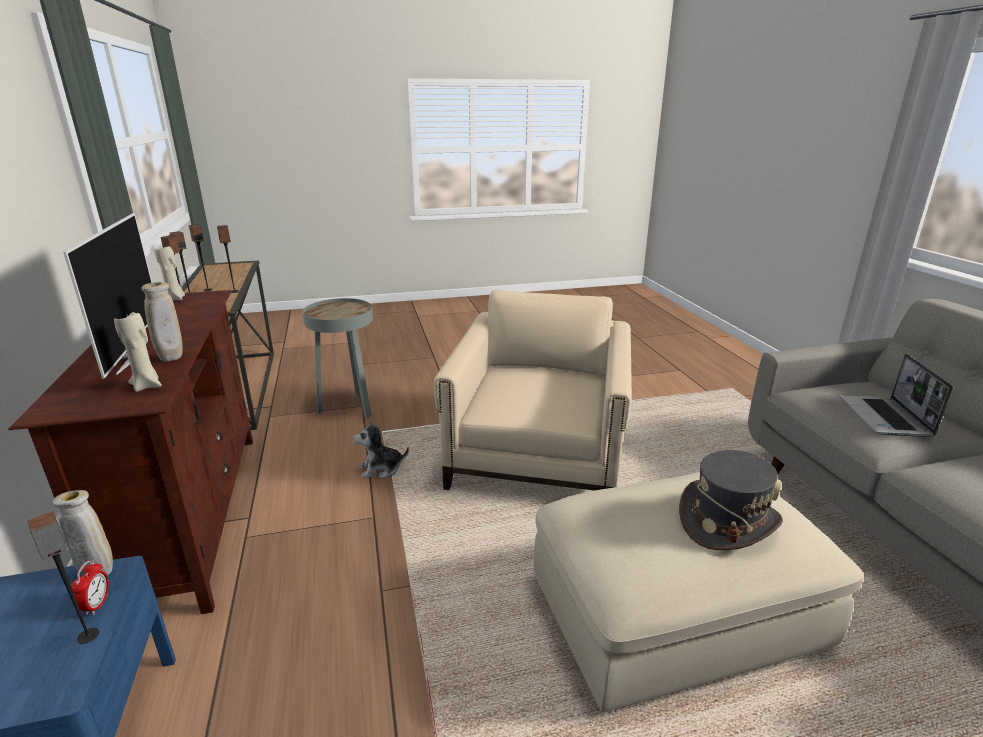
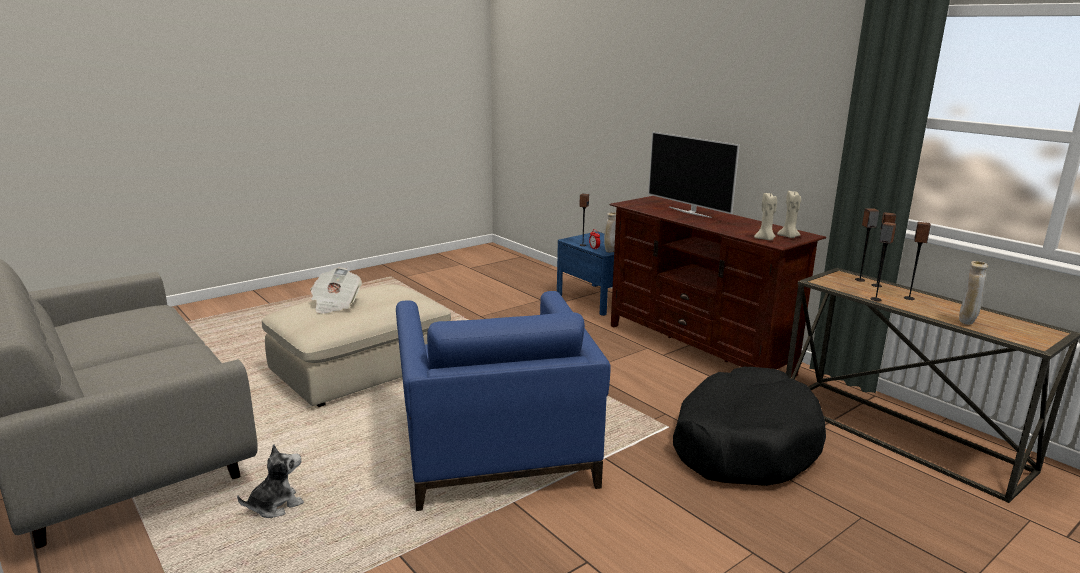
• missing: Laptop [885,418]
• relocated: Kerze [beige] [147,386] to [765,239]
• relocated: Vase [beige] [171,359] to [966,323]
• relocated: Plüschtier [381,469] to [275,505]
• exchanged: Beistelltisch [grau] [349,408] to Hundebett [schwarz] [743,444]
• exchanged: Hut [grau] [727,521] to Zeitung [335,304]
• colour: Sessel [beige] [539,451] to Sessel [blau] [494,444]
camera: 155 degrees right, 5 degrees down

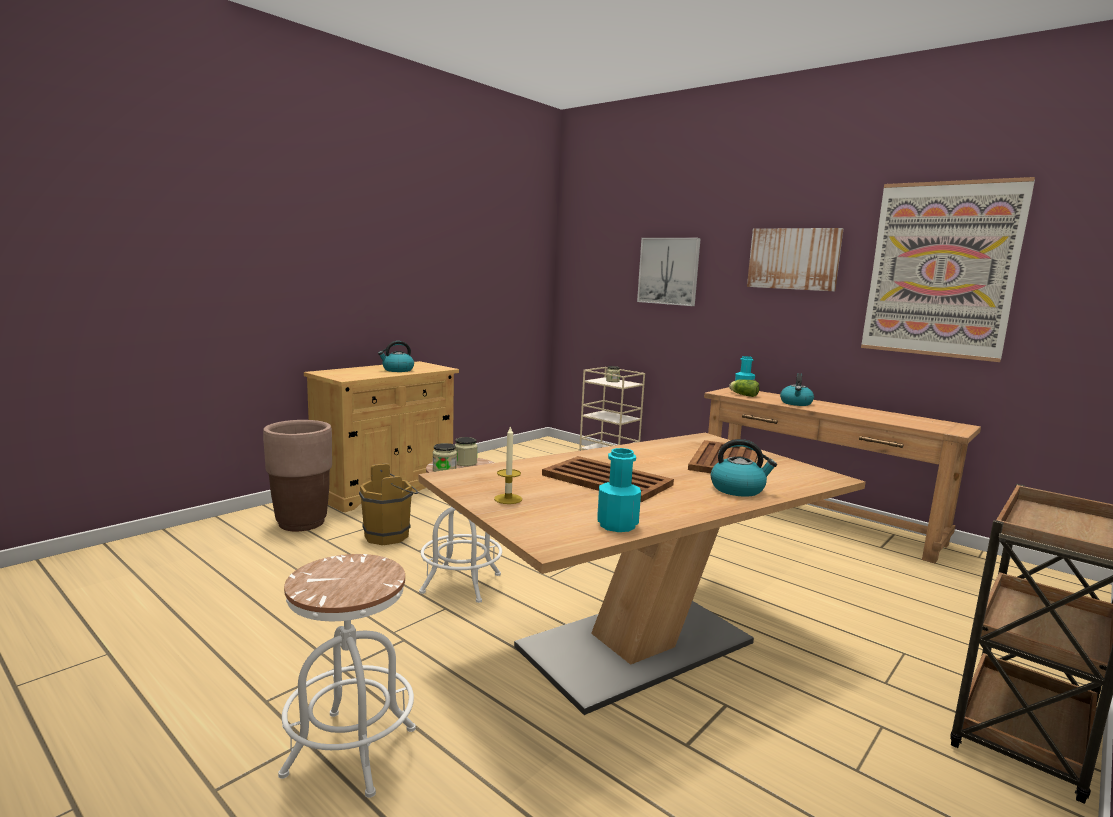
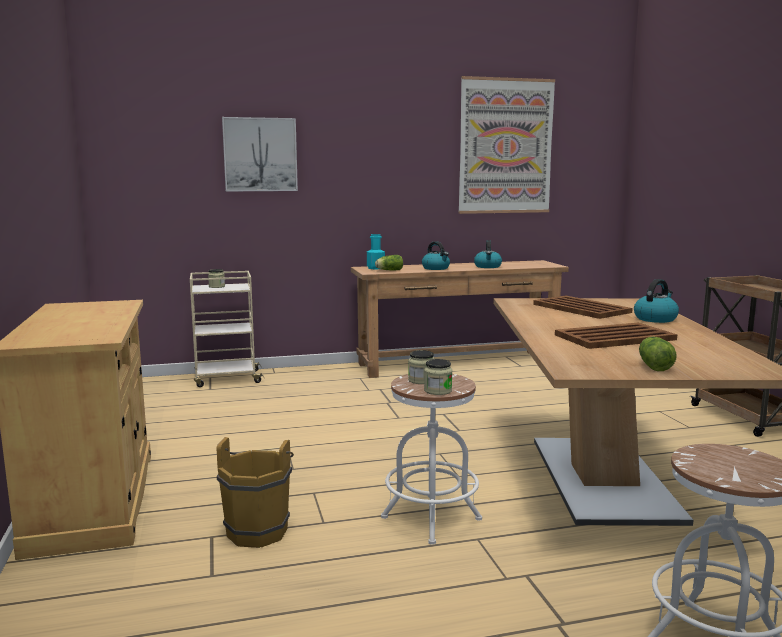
• missing: Pflanzkübel [braun] [301,523]
• missing: Flasche [türkis] [617,525]
• missing: Bild [793,259]
• relocated: Wasserkessel [397,370] to [488,266]
• exchanged: Kerze [508,499] to Salatkopf [654,365]
camera: 55 degrees left, 0 degrees up

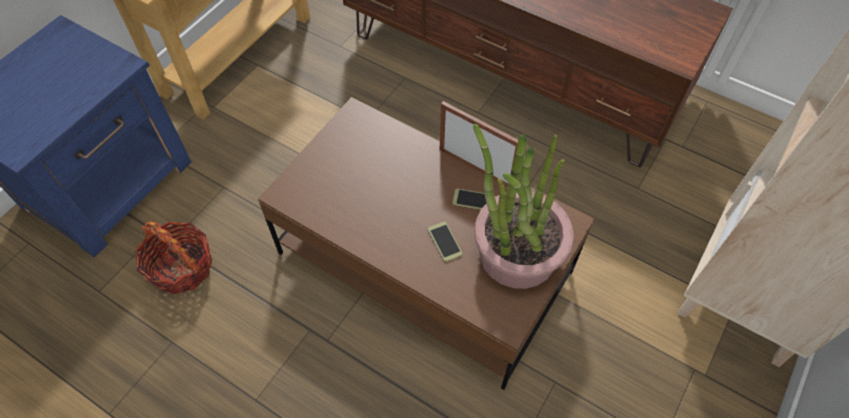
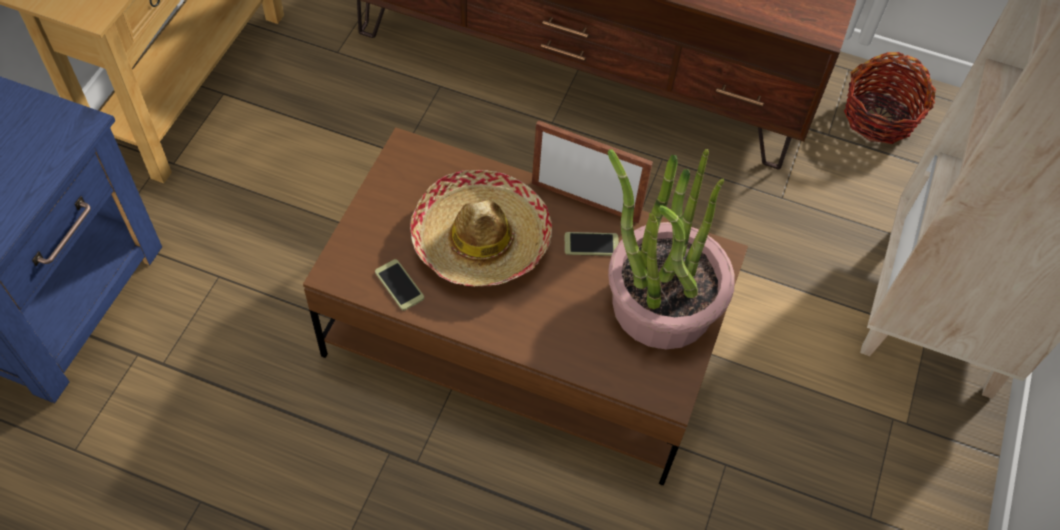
• appeared: Hut [481,239]
• relocated: Korb [182,267] to [879,117]
• relocated: Handy [445,242] to [399,285]
camera: 15 degrees left, 0 degrees up

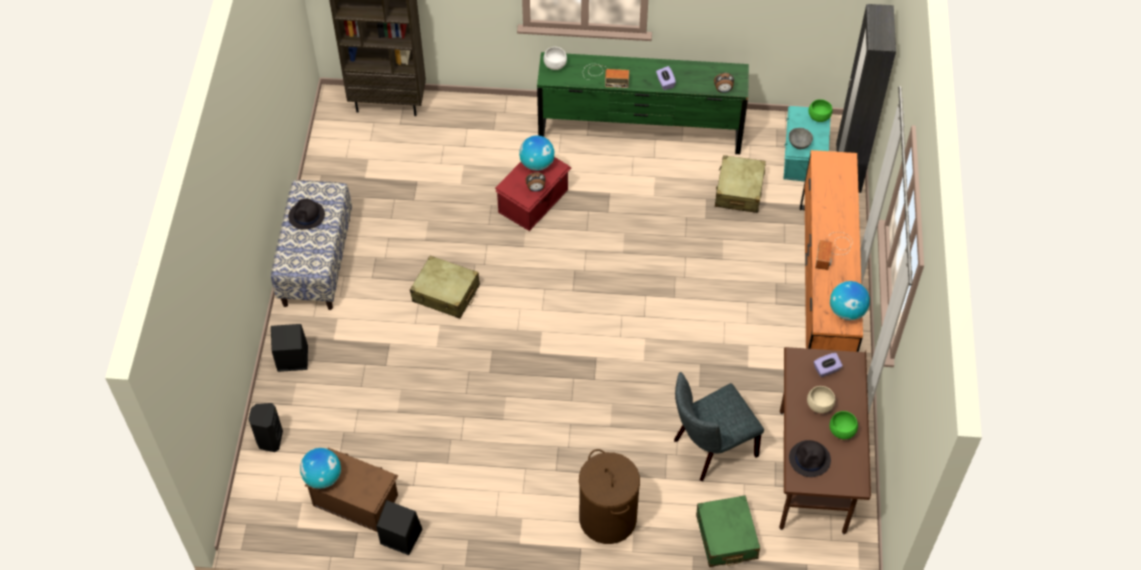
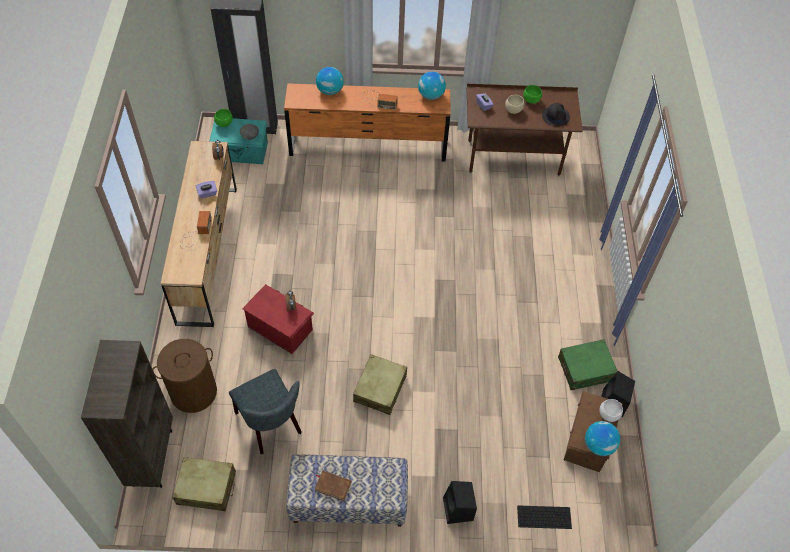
• relocated: Globus [537,164] to [330,91]
• relocated: Schüssel [weiß] [555,65] to [608,414]
• relocated: Wäschekorb [braun] [607,518] to [193,392]
• relocated: Stuhl [grau] [710,449] to [271,425]
• relocated: Koffer [grün] [726,537] to [585,369]
• relocated: Koffer [beige] [739,191] to [206,488]
• exchanged: Lautsprecher [schwarz] [269,440] to Tastatur [543,517]
• exchanged: Hut [schwarz] [307,216] to Buch [braun] [333,486]
• colour: Kommode [grün] [640,132] to Kommode [braun] [208,253]
camera: 95 degrees left, 0 degrees up

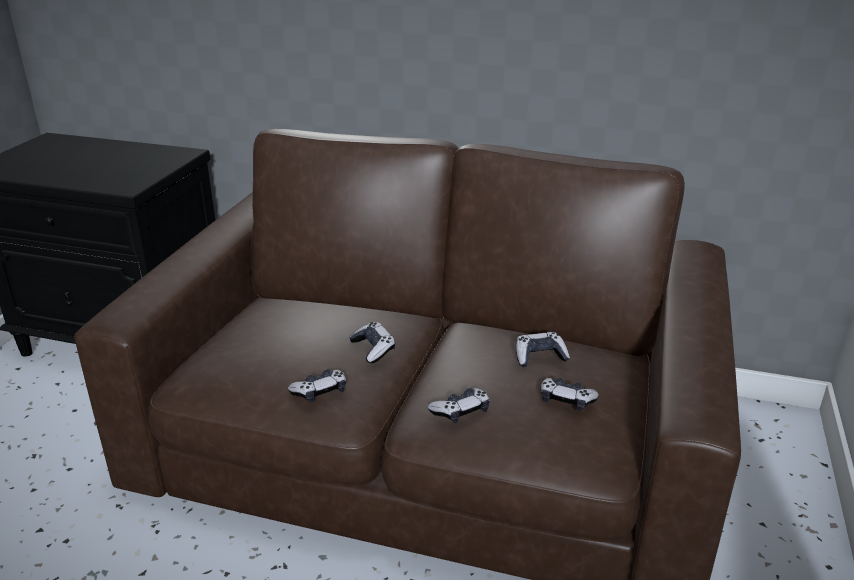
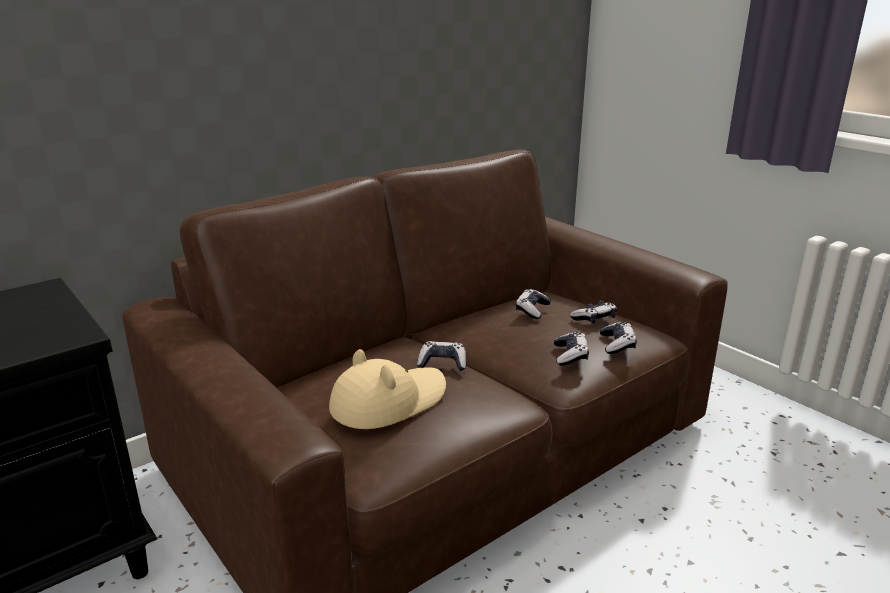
• appeared: Hut [beige] [388,401]
• relocated: Gamepad [320,392] to [617,344]
camera: 55 degrees left, 5 degrees down

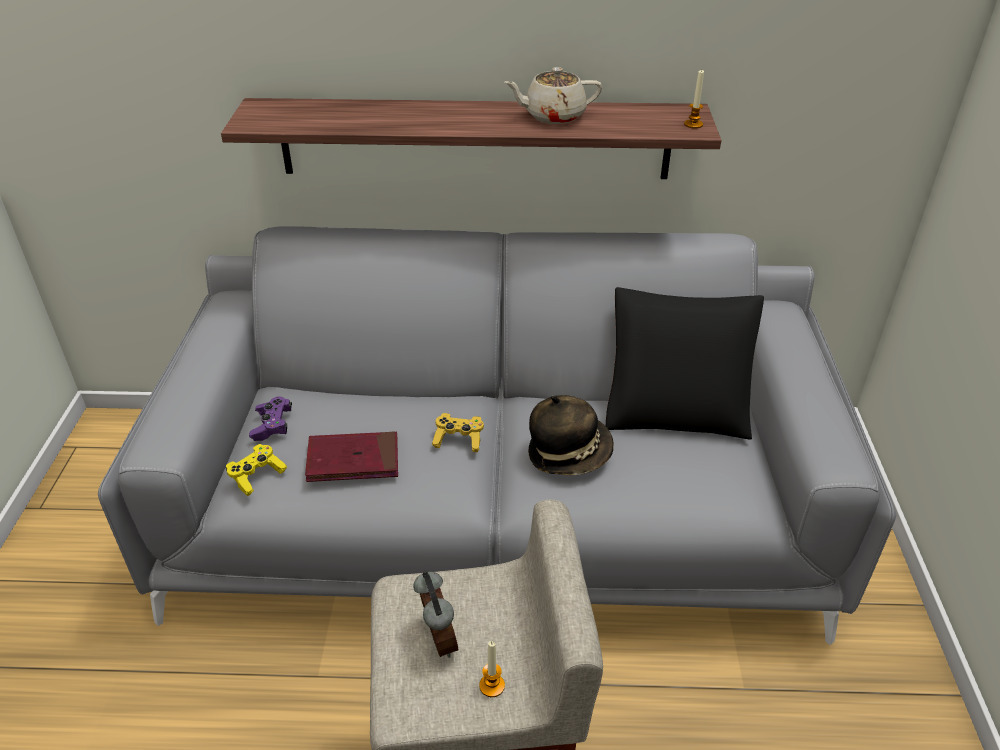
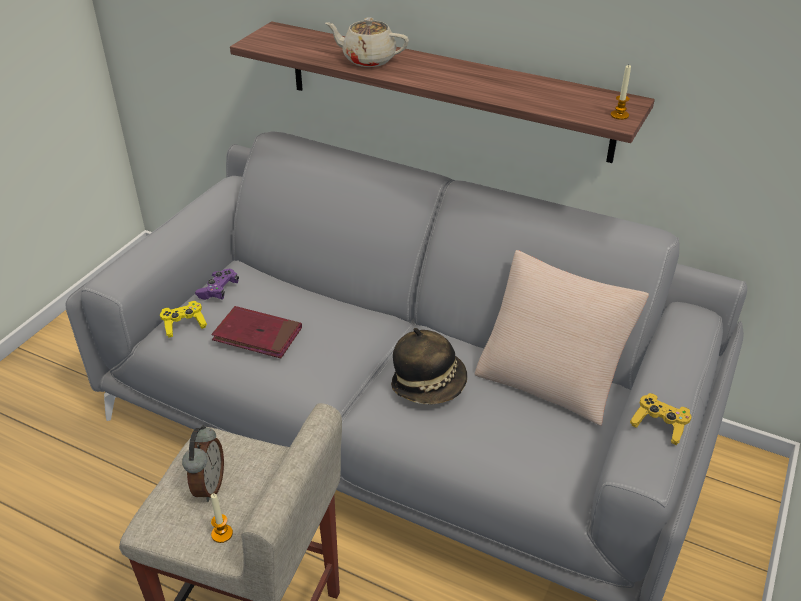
• relocated: Gamepad [gelb] [459,439] to [659,425]
• relocated: Teekanne [beige] [553,116] to [368,59]
• colour: Kissen [schwarz] [676,407] to Kissen [beige] [551,376]
camera: 25 degrees right, 0 degrees up

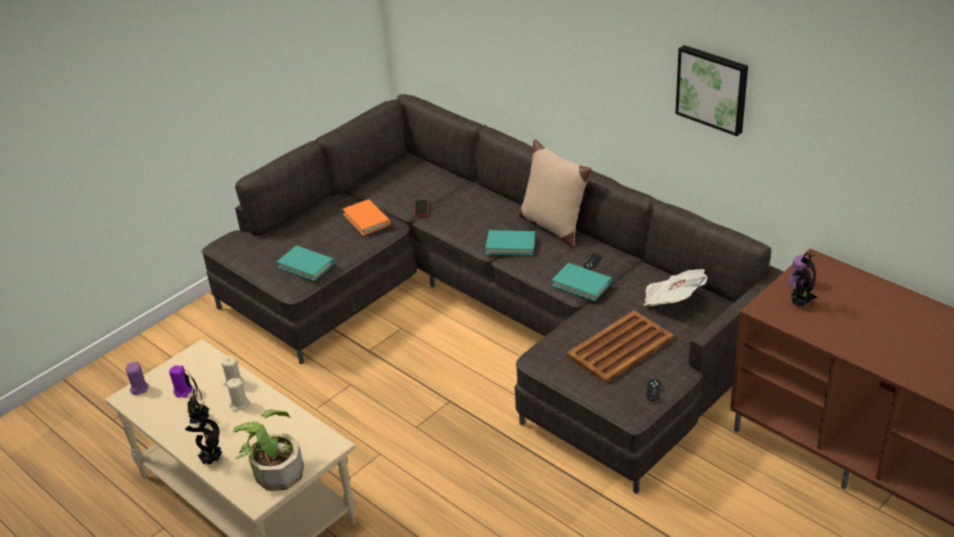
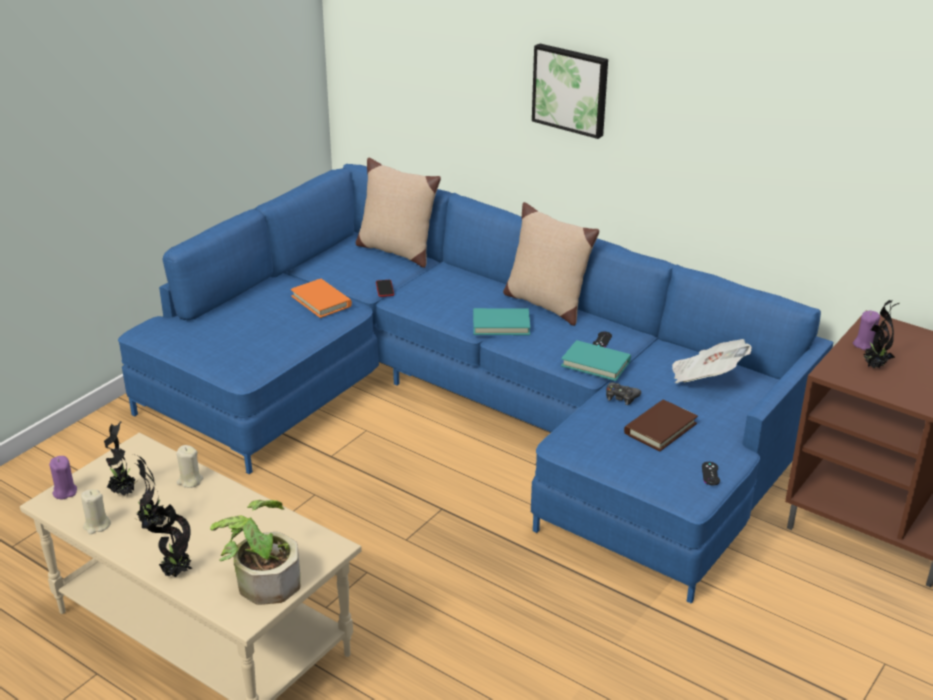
• missing: Buch [türkis] [306,265]
• appeared: Kissen [beige] [396,251]
• appeared: Gamepad [schwarz] [621,397]
• relocated: Kerze [beige] [239,404] to [96,525]
• relocated: Bild [713,88] to [571,89]
• exchanged: Kerze [lila] [183,391] to Topfpflanze [124,493]
• exchanged: Tablett [braun] [621,347] to Buch [braun] [660,428]
• colour: Sofa [grau] [491,311] to Sofa [blau] [472,408]
camera: 10 degrees left, 5 degrees down

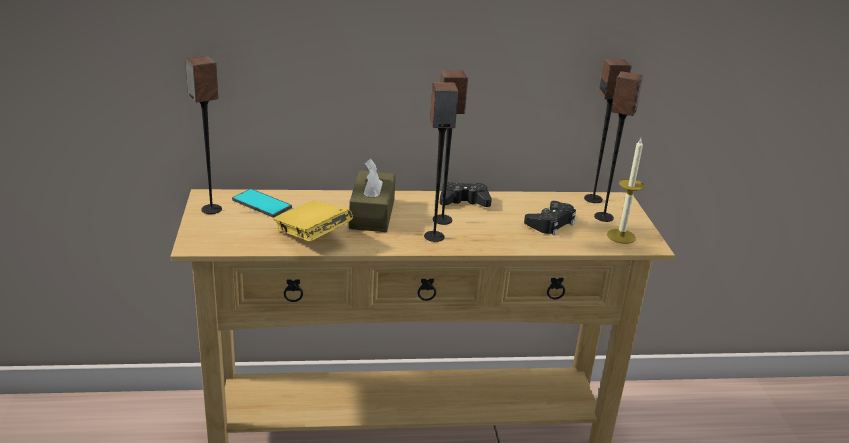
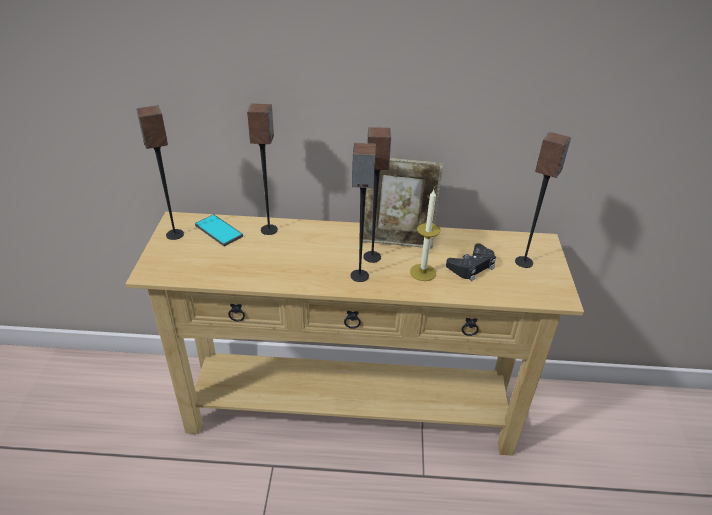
• missing: Buch [gelb] [312,237]
• missing: Taschentuchbox [braun] [372,214]
• relocated: Lautsprecher [593,199] to [269,230]
• relocated: Kerze [621,236] to [423,272]
• exchanged: Gamepad [schwarz] [464,201] to Bilderrahmen [397,237]
camera: 10 degrees right, 10 degrees up

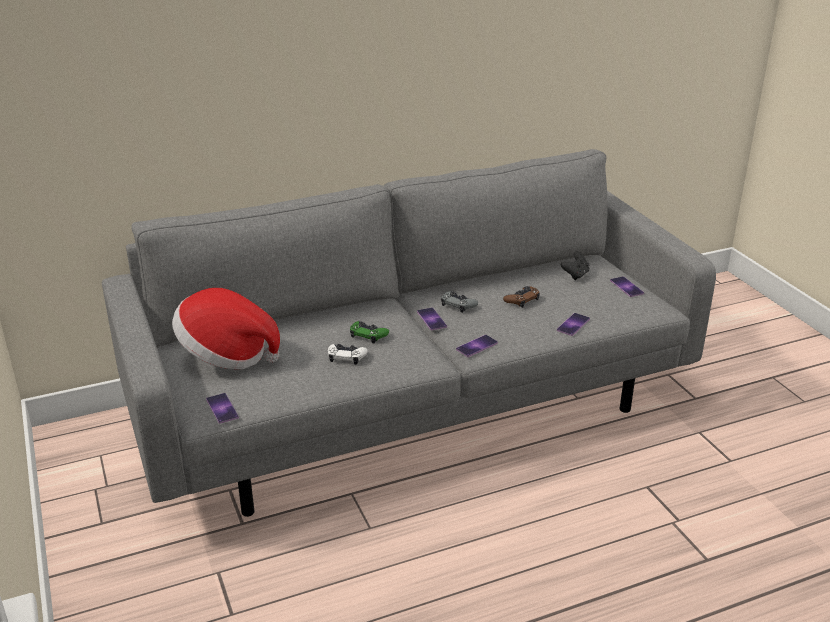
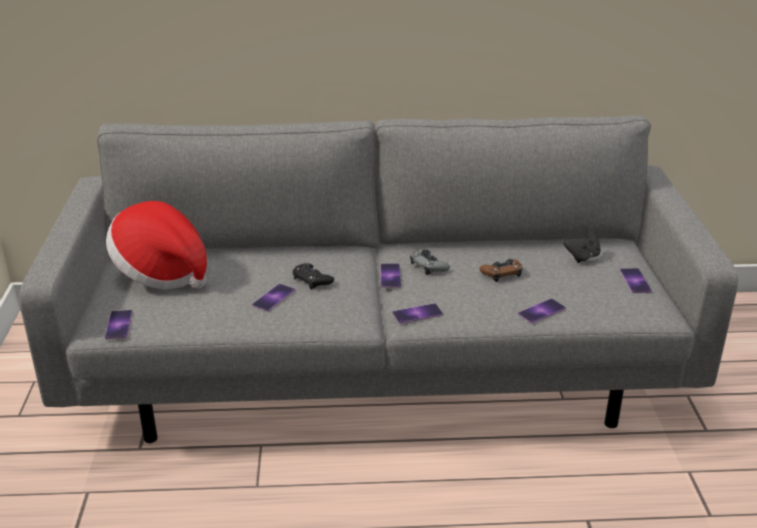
• exchanged: Gamepad [weiß] [346,356] to Handy [273,298]
• colour: Gamepad [grün] [368,335] to Gamepad [schwarz] [312,279]
camera: 20 degrees right, 0 degrees up

